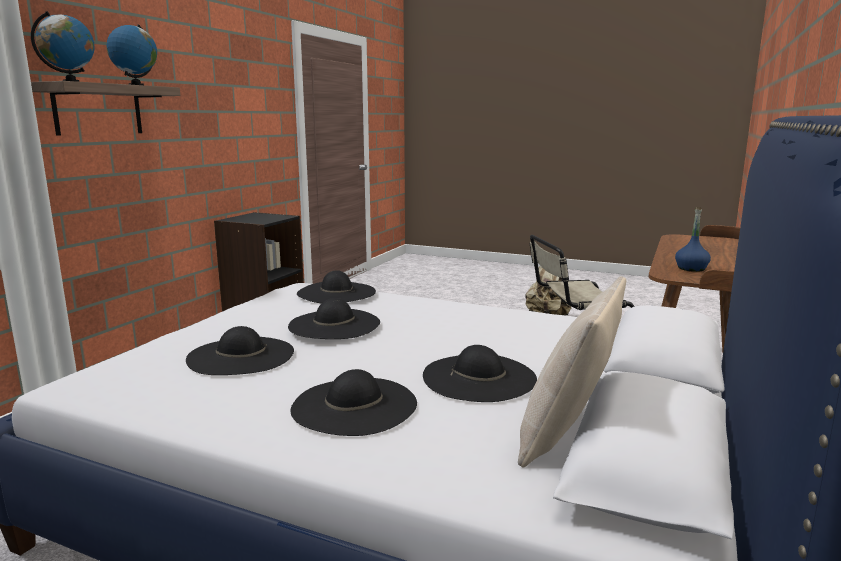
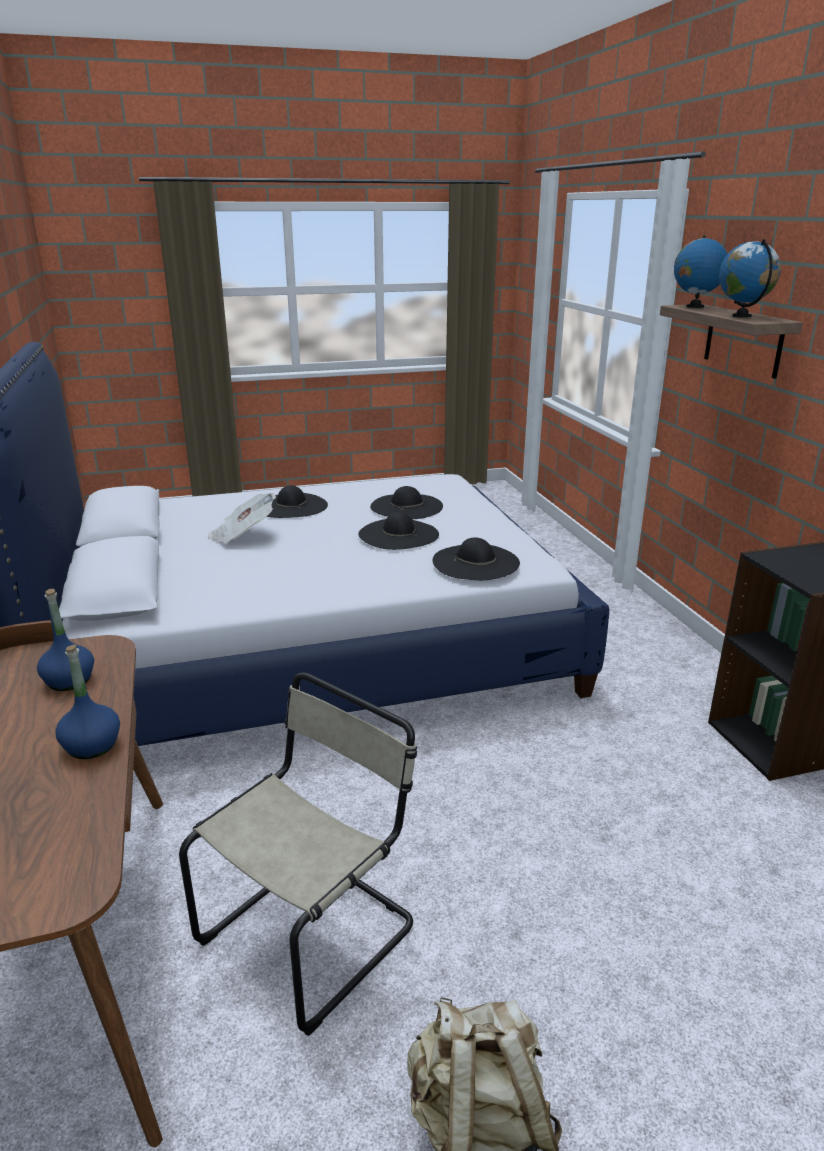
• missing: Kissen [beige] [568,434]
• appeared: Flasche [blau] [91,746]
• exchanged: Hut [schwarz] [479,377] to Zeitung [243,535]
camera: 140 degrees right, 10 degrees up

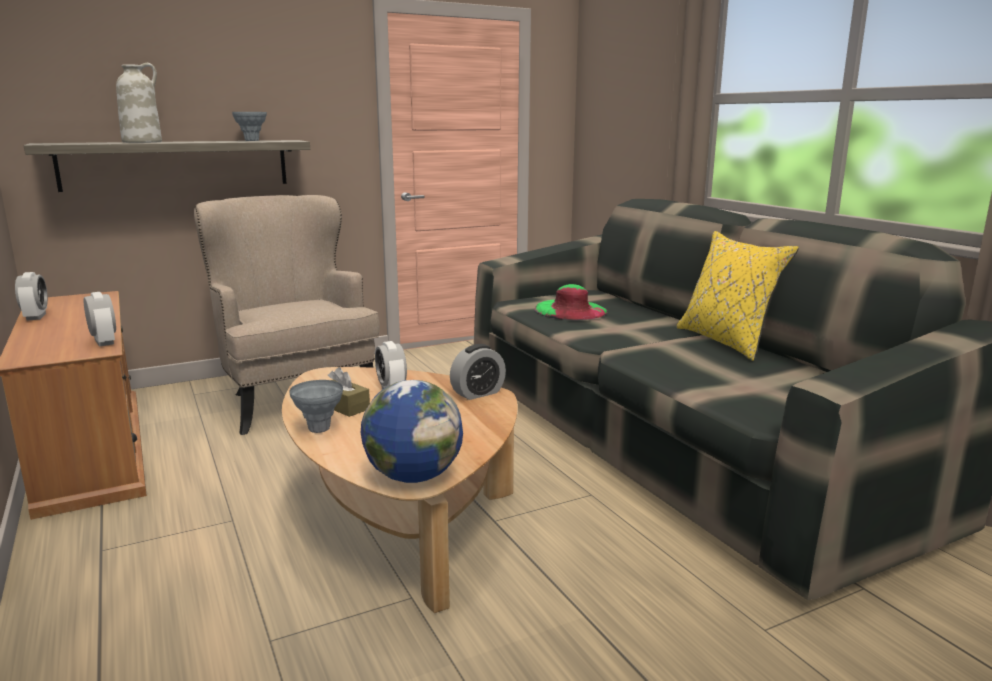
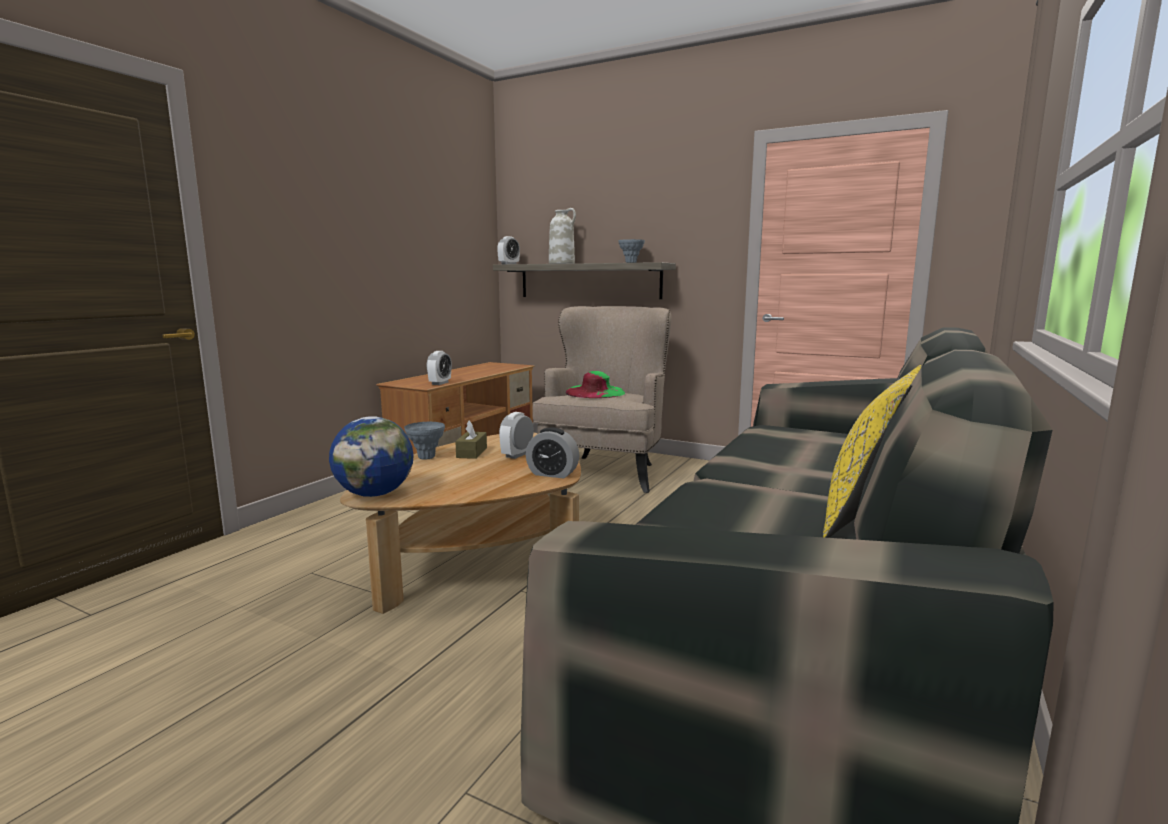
• relocated: Wecker [36,317] to [509,264]
• relocated: Hut [grün] [570,310] to [595,392]
camera: 55 degrees right, 5 degrees down

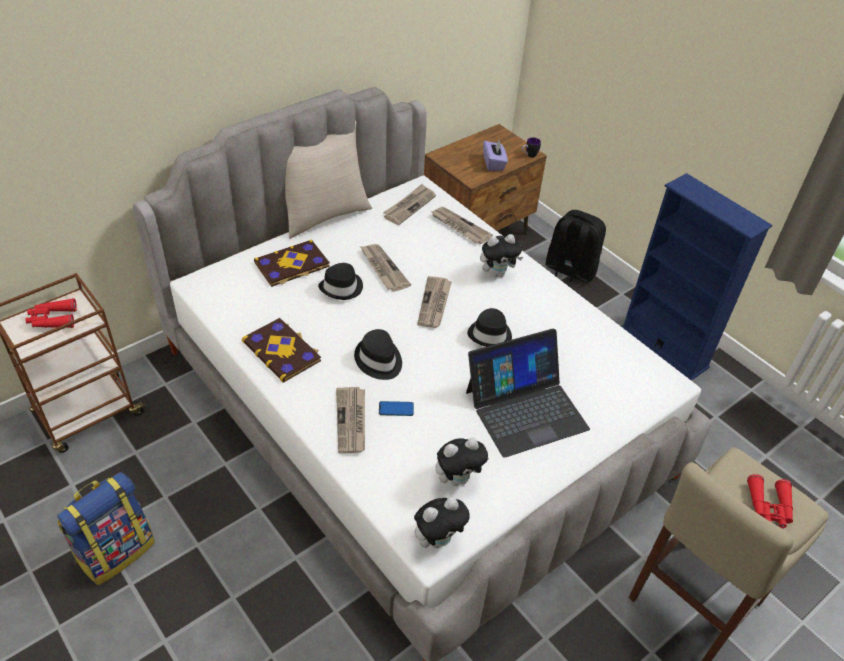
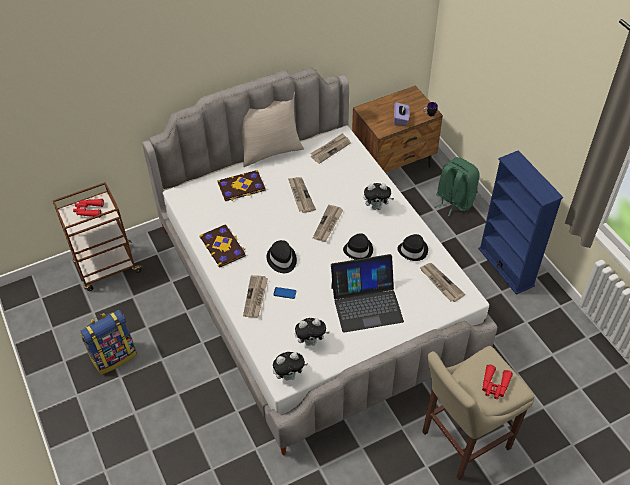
• relocated: Hut [schwarz] [342,287] to [413,250]
• relocated: Zeitung [459,227] to [440,283]
• colour: Rucksack [schwarz] [569,272] to Rucksack [grün] [453,201]
camera: 15 degrees right, 5 degrees up

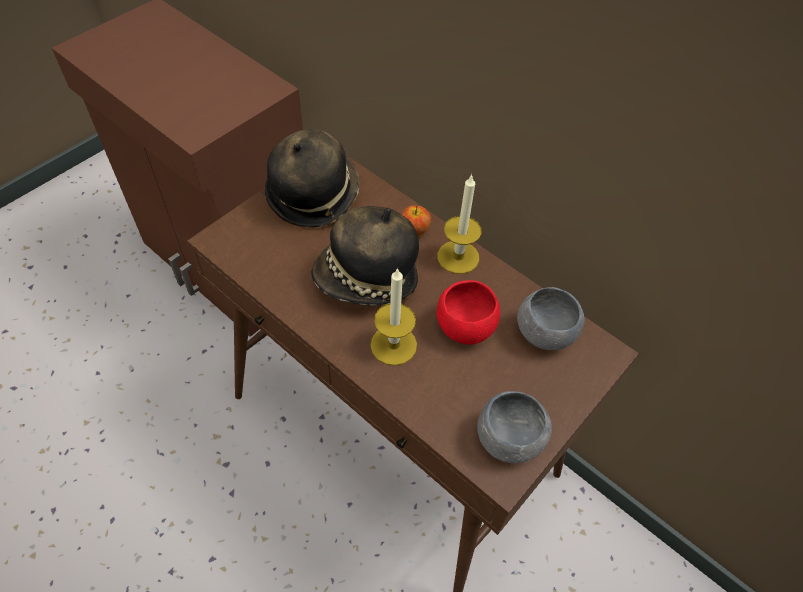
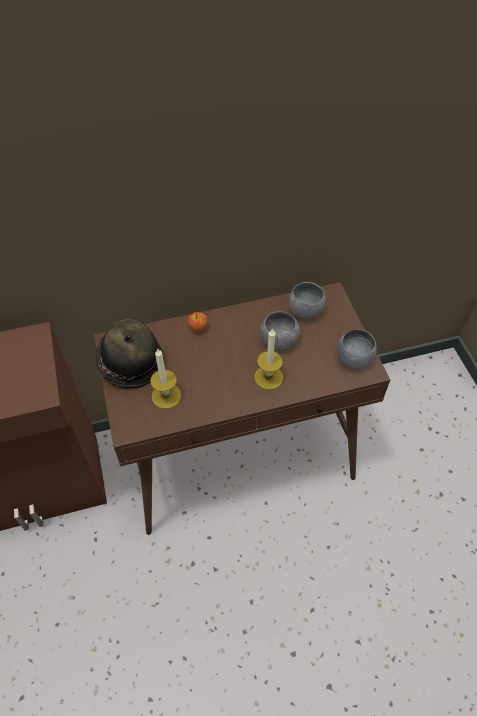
• missing: Hut [366,279]
• relocated: Kerze [458,257] to [166,396]
• colour: Schüssel [rot] [465,326] to Schüssel [grau] [278,340]
camera: 55 degrees left, 0 degrees up

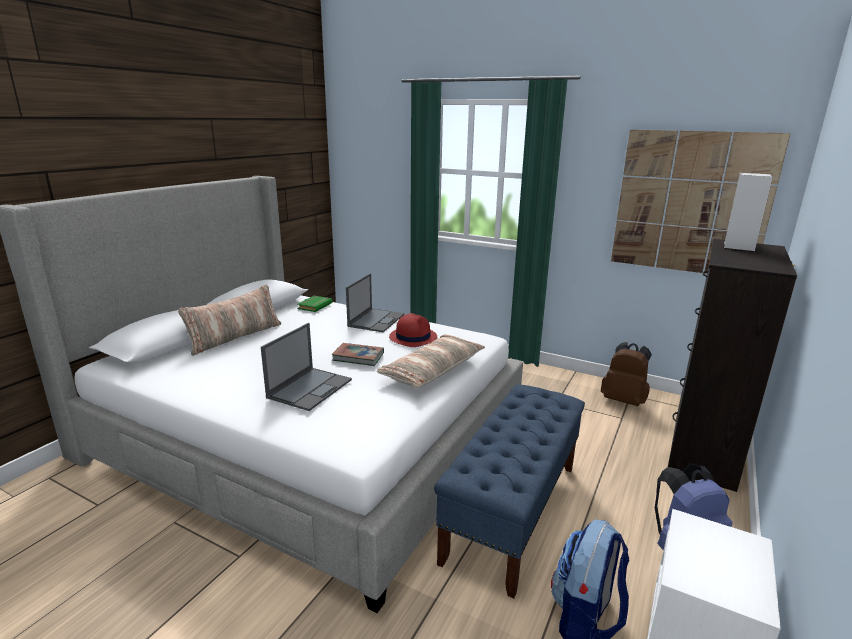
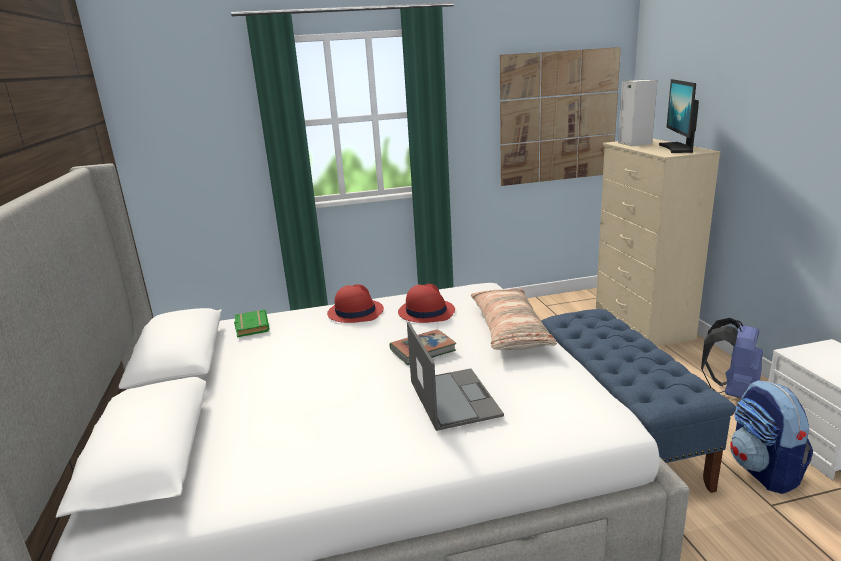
• missing: Kissen [235,337]
• missing: Rucksack [braun] [624,400]
• appeared: Monitor [677,148]
• exchanged: Laptop [376,320] to Hut [rot] [355,312]
• colour: Kommode [schwarz] [701,450] to Kommode [beige] [642,323]
camera: 40 degrees left, 0 degrees up

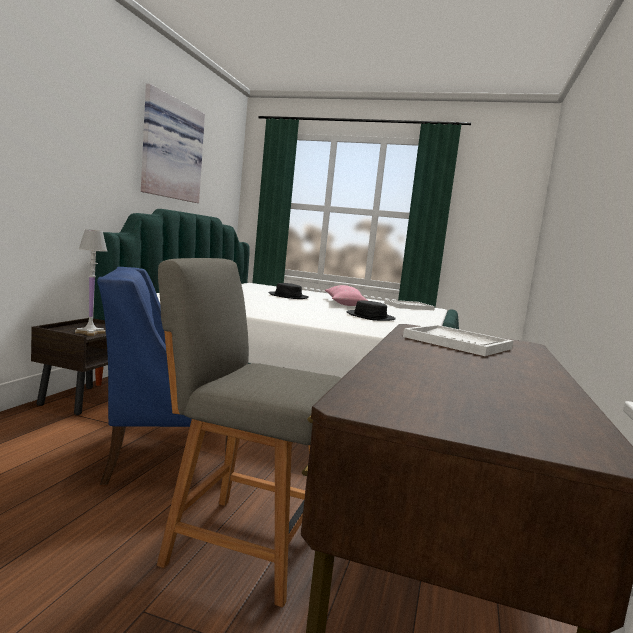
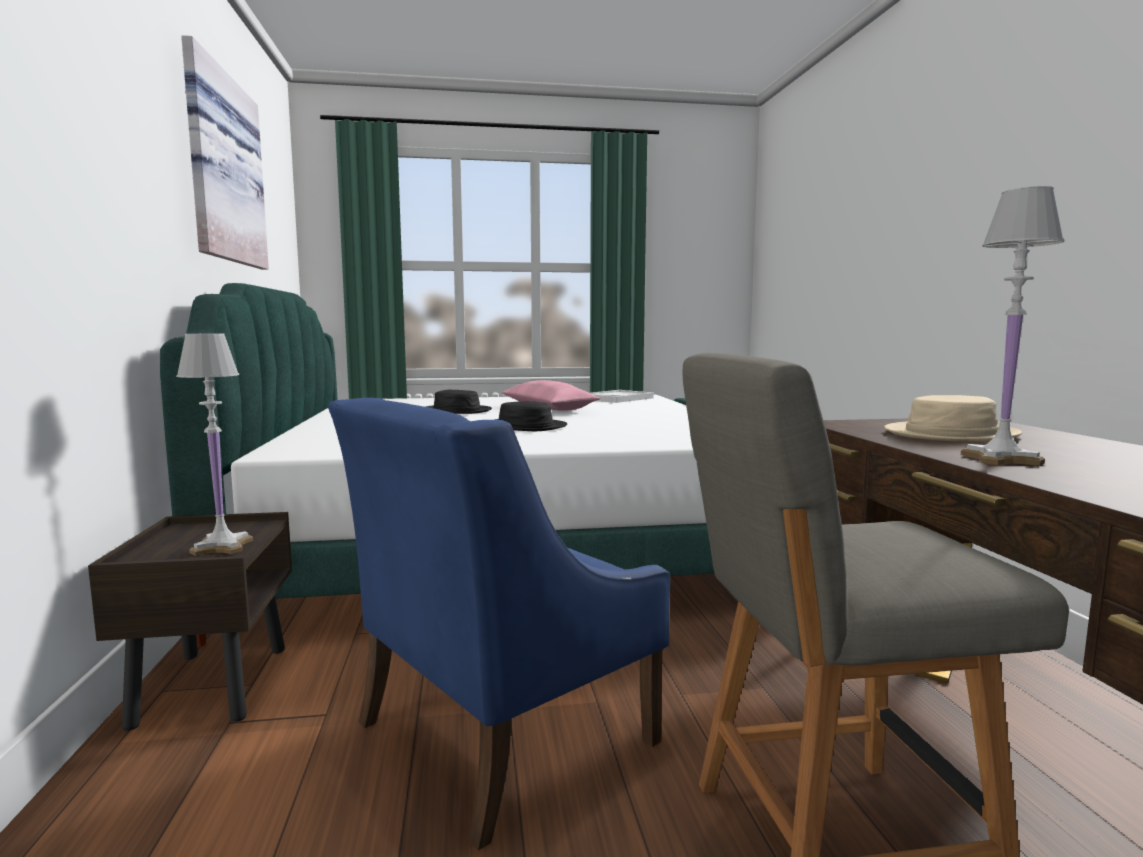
• appeared: Tischlampe [weiß] [1002,459]
• relocated: Hut [schwarz] [370,316] to [525,426]
• exchanged: Tablett [weiß] [457,343] to Hut [beige] [951,434]
camera: 25 degrees left, 0 degrees up

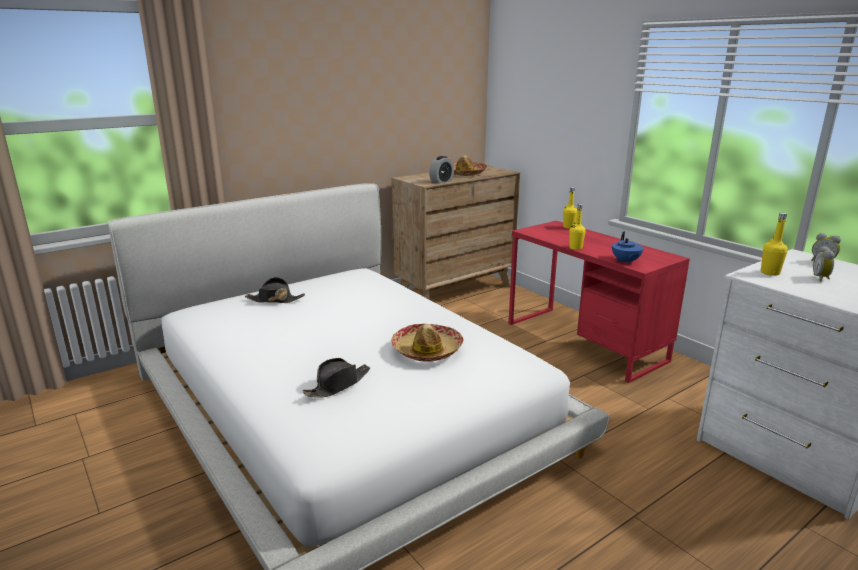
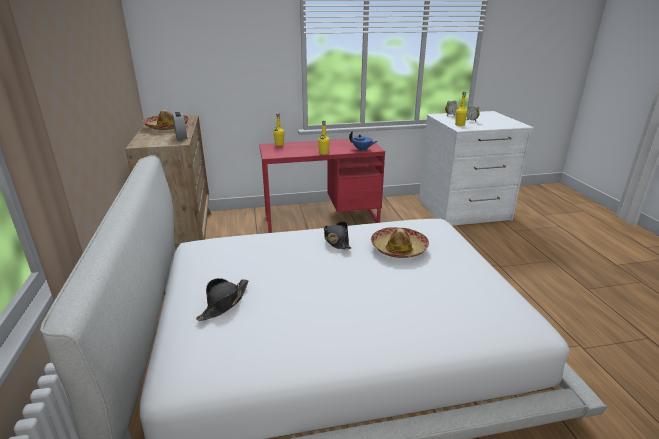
• relocated: Hut [schwarz] [338,385] to [336,240]
camera: 65 degrees left, 5 degrees up

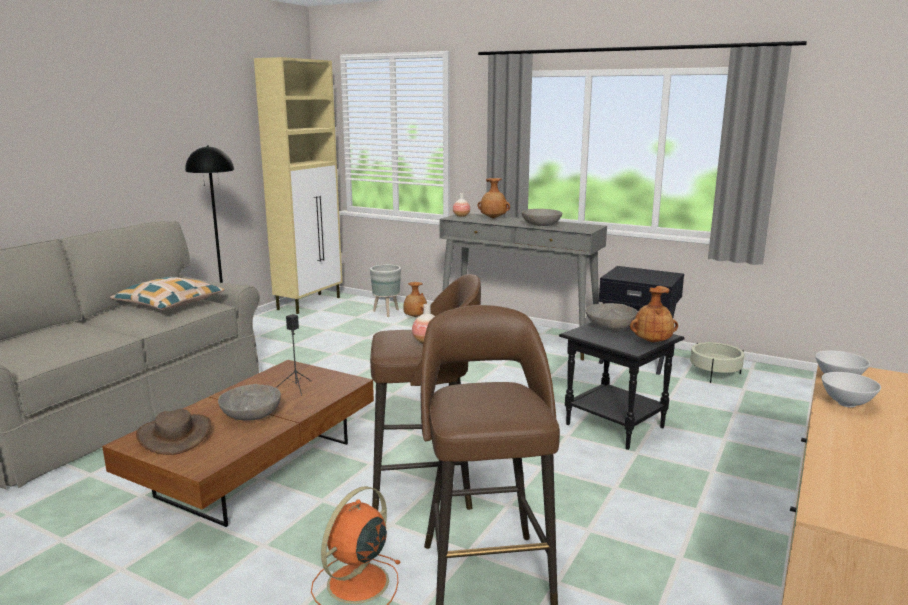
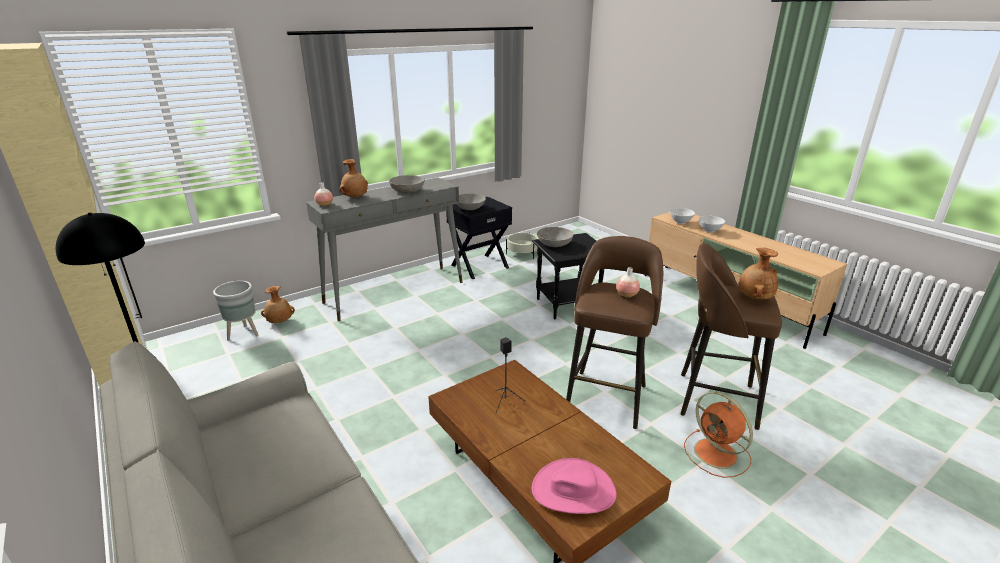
• missing: Kissen [169,304]
• relocated: Schüssel [grau] [250,414] to [469,208]
• relocated: Vase [braun] [652,342] to [754,298]
• colour: Hut [braun] [175,435] to Hut [rosa] [573,490]
camera: 65 degrees left, 10 degrees up

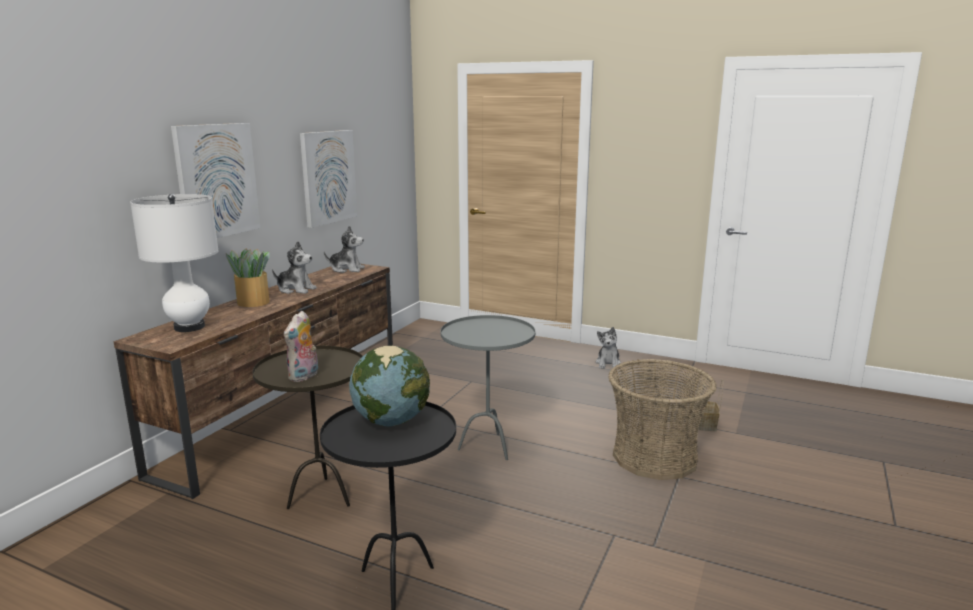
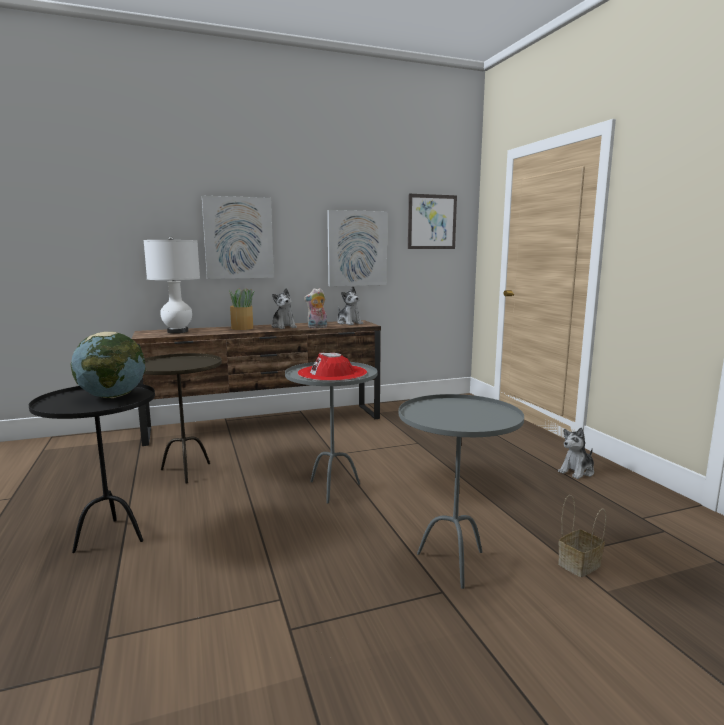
• appeared: Hut [rot] [332,373]
• appeared: Bild [432,222]
• relocated: Plüschtier [304,376] to [317,327]
• exchanged: Korb [654,457] to Beistelltisch [grau] [453,563]
camera: 45 degrees right, 5 degrees down

